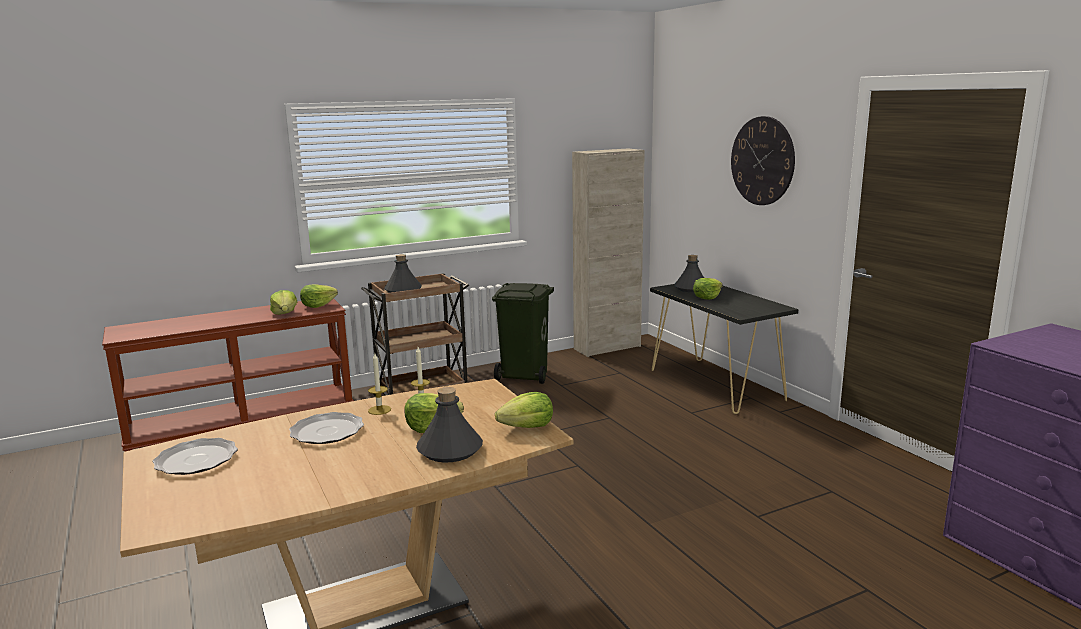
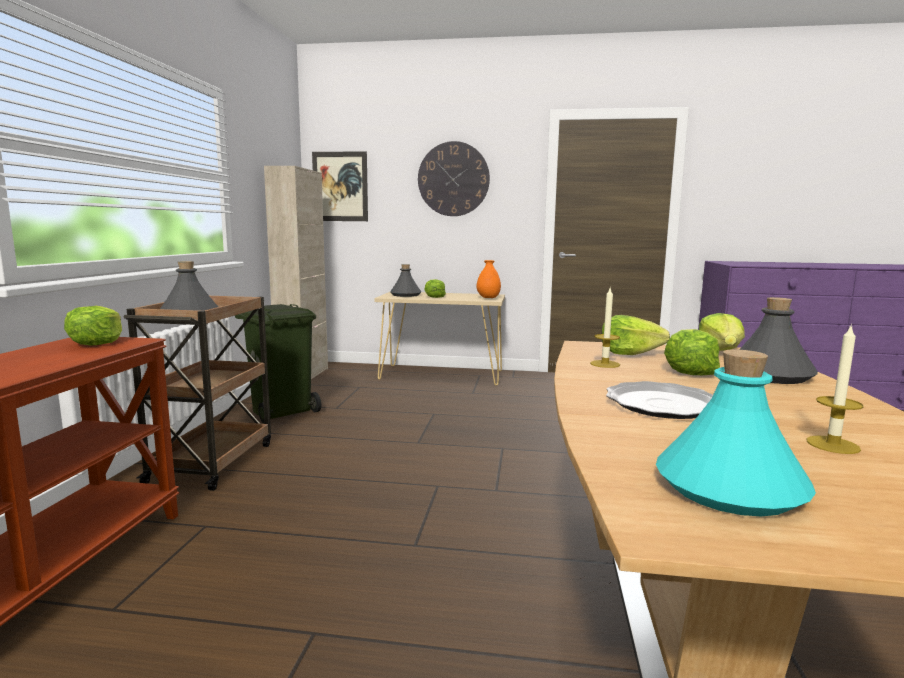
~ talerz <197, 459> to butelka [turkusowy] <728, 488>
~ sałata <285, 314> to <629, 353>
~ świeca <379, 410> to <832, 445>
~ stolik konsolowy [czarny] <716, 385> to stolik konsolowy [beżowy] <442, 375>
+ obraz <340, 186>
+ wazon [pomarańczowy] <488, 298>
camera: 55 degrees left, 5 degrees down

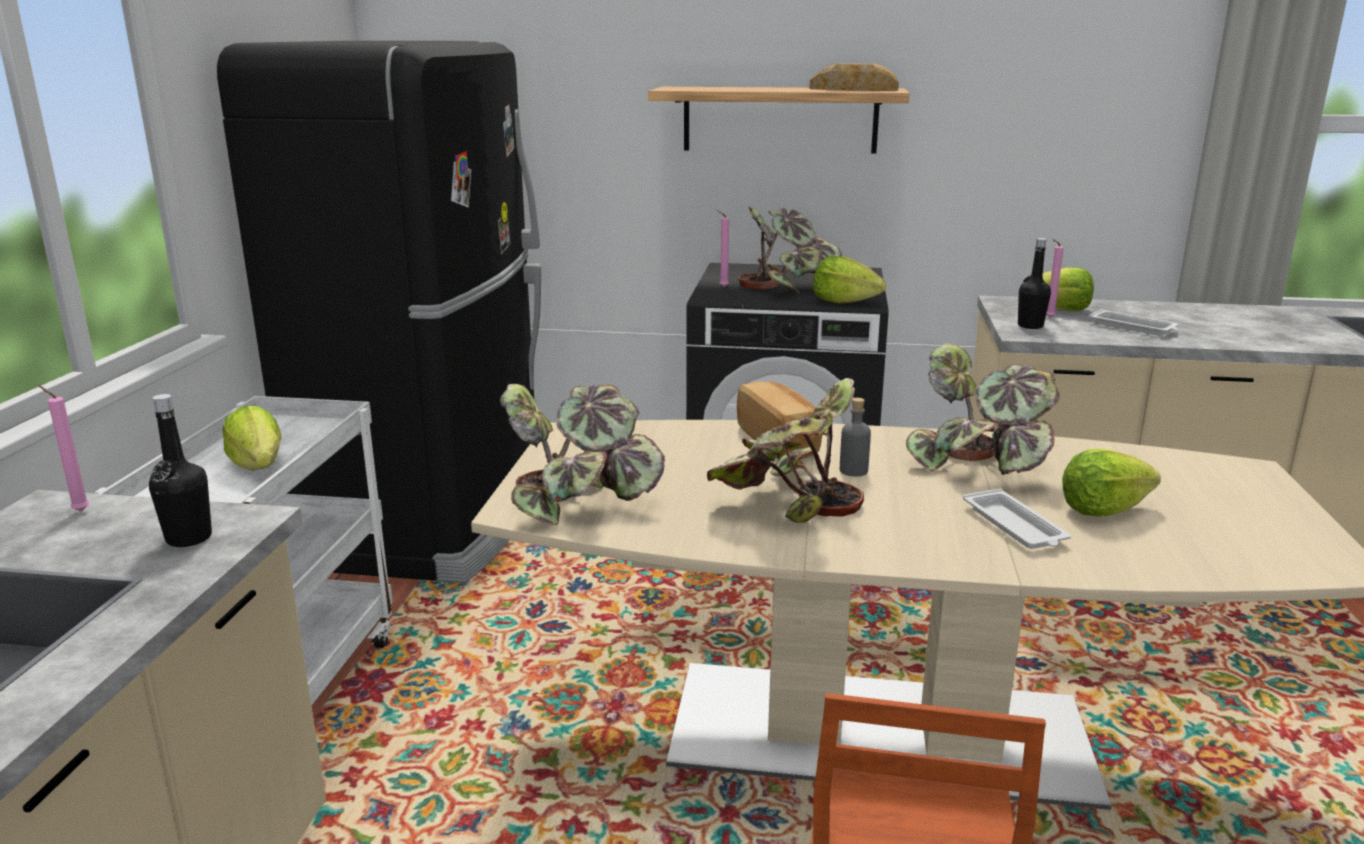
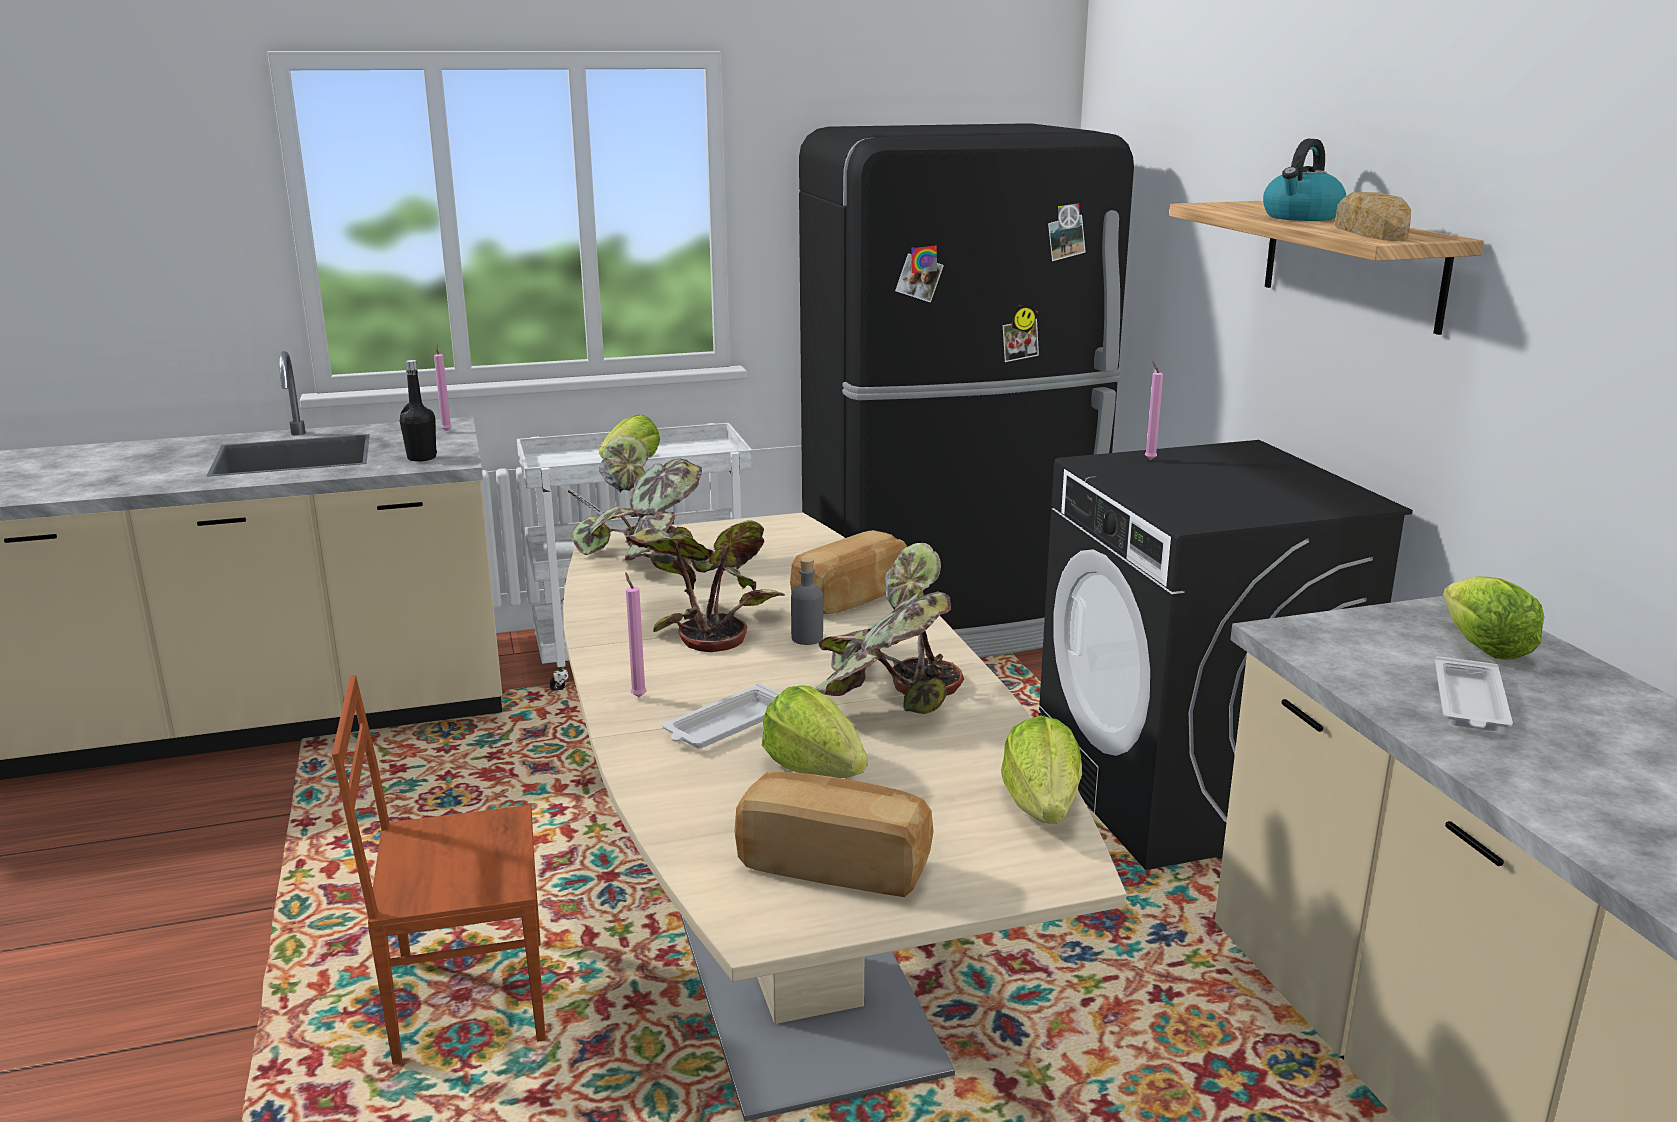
- roślina doniczkowa <788, 285>
~ sałata <844, 302> to <1042, 807>
- butelka [czarny] <1030, 326>
~ świeca [różowy] <1048, 318> to <638, 696>
+ chleb <835, 864>
+ czajnik <1301, 217>
camera: 65 degrees right, 0 degrees up

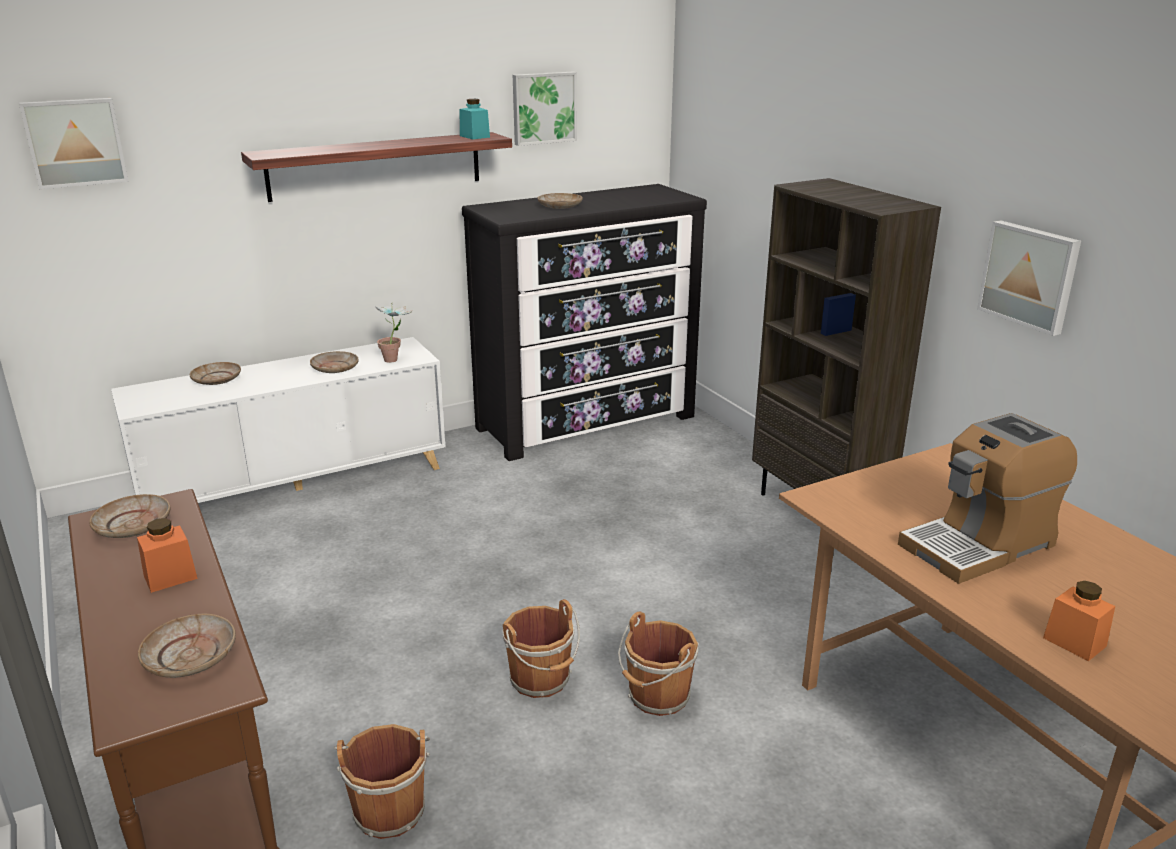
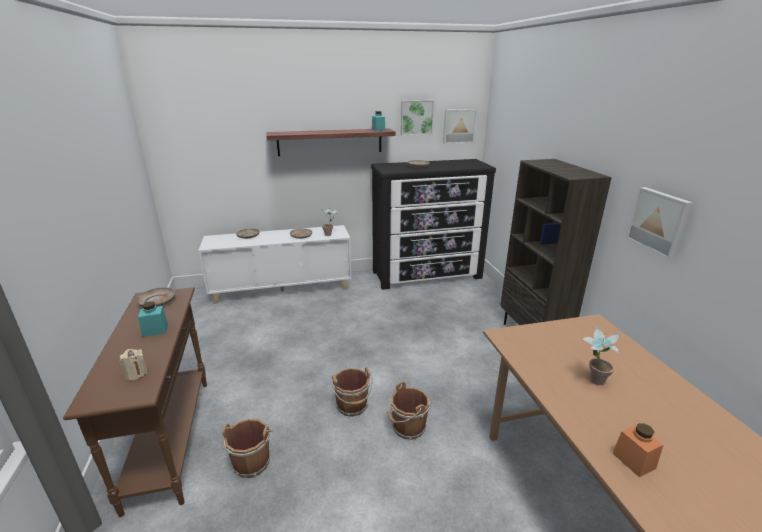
~ obraz <75, 142> to <459, 126>
~ słoik [pomarańczowy] <170, 577> to słoik [turkusowy] <155, 330>
~ talerz [beżowy] <190, 656> to świeca [beżowy] <136, 374>
~ ekspres do kawy <979, 545> to roślina doniczkowa <592, 381>
camera: 15 degrees right, 0 degrees up

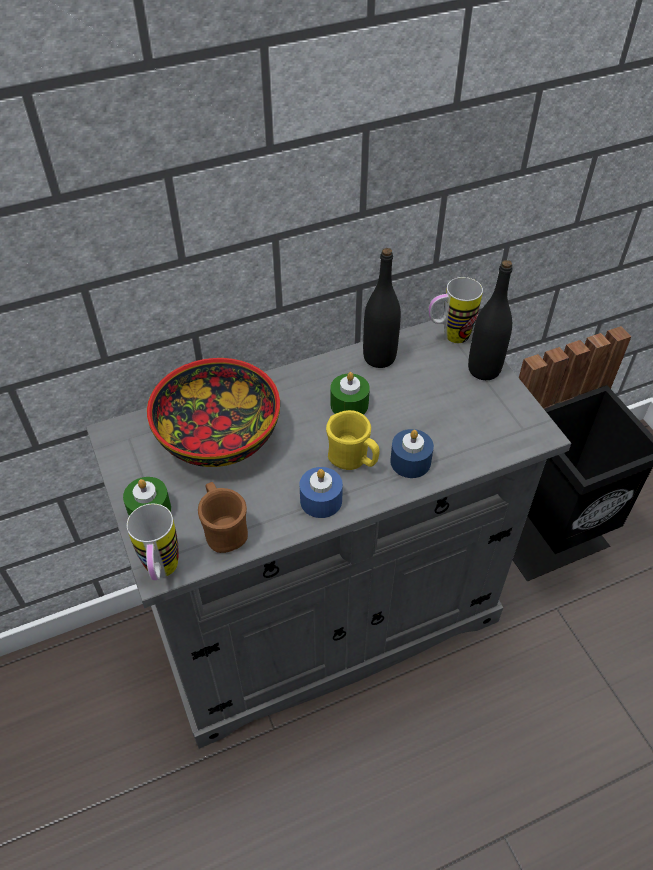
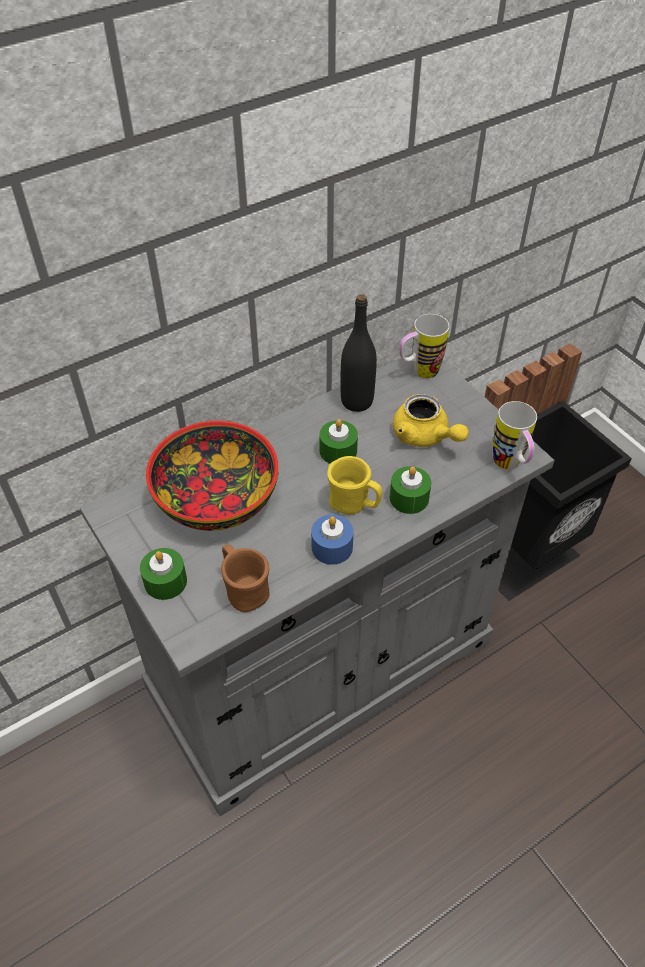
~ kubek <162, 573> to <510, 466>
~ świeca [niebieski] <410, 461> to świeca [zielony] <409, 498>
- butelka [czarny] <484, 369>
+ imbryk [żółty] <425, 436>
camera: 10 degrees left, 0 degrees up

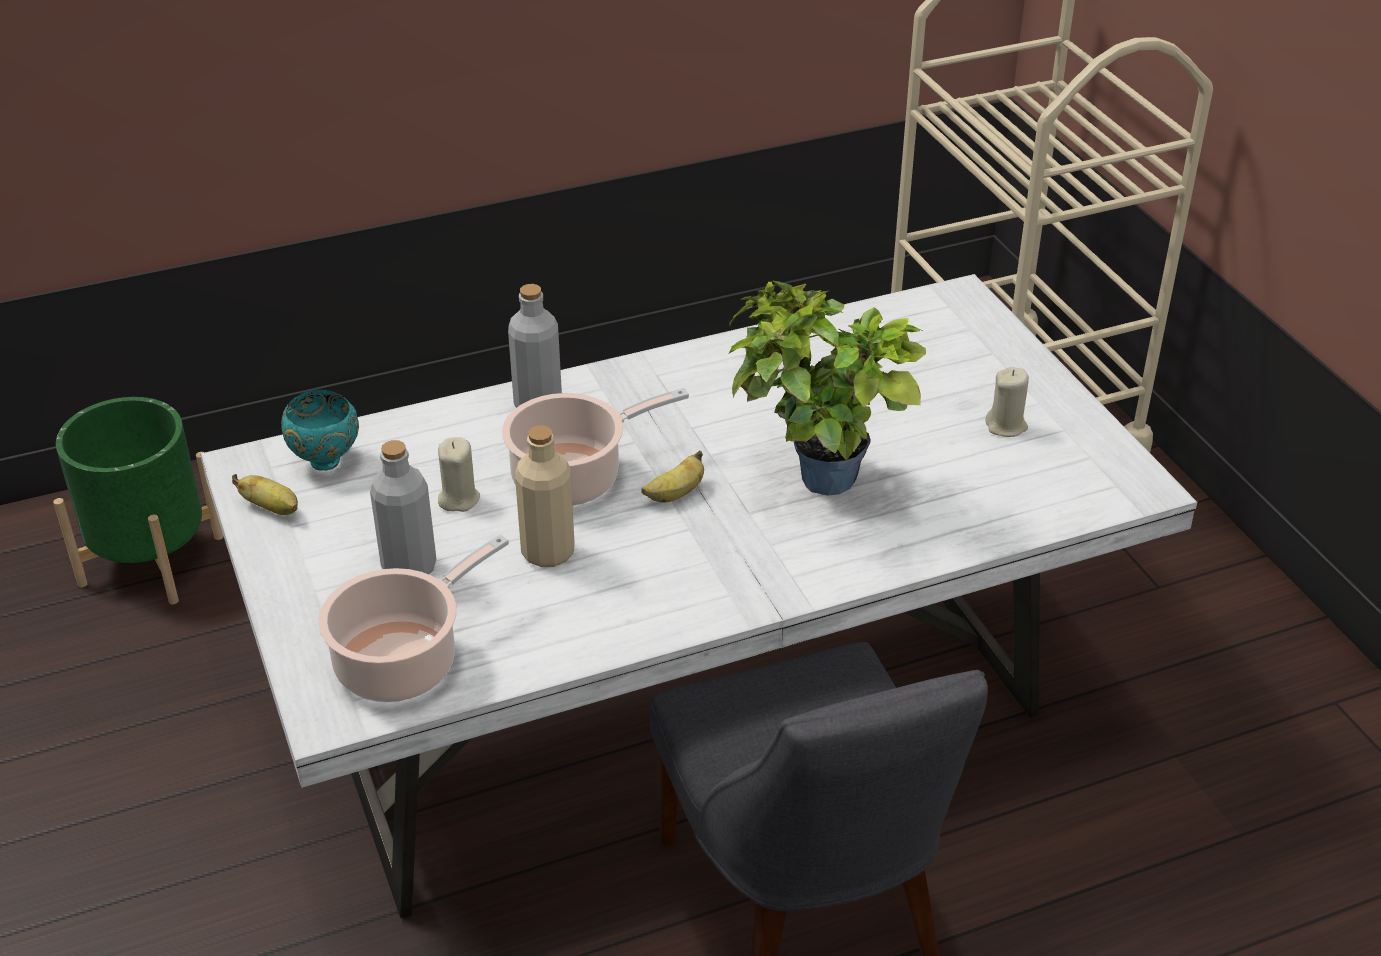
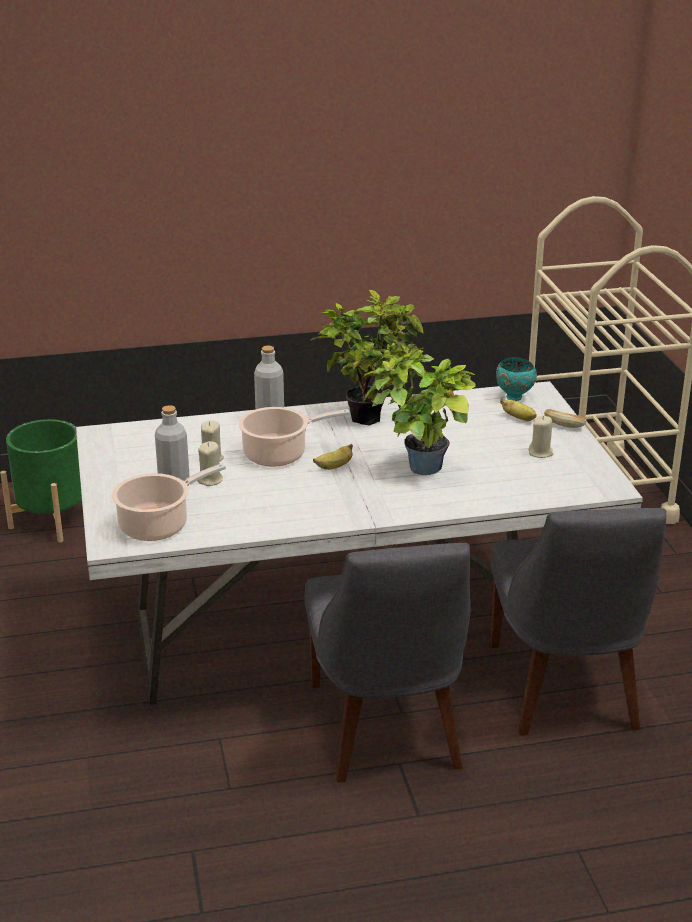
~ banan <272, 508> to <519, 418>
~ miska [turkusowy] <326, 463> to <514, 398>
- butelka [beżowy] <548, 552>
+ świeca [beżowy] <210, 480>
+ roślina doniczkowa <370, 416>
+ krzesło [szary] <565, 691>
+ chleb <564, 425>
camera: 10 degrees right, 10 degrees down

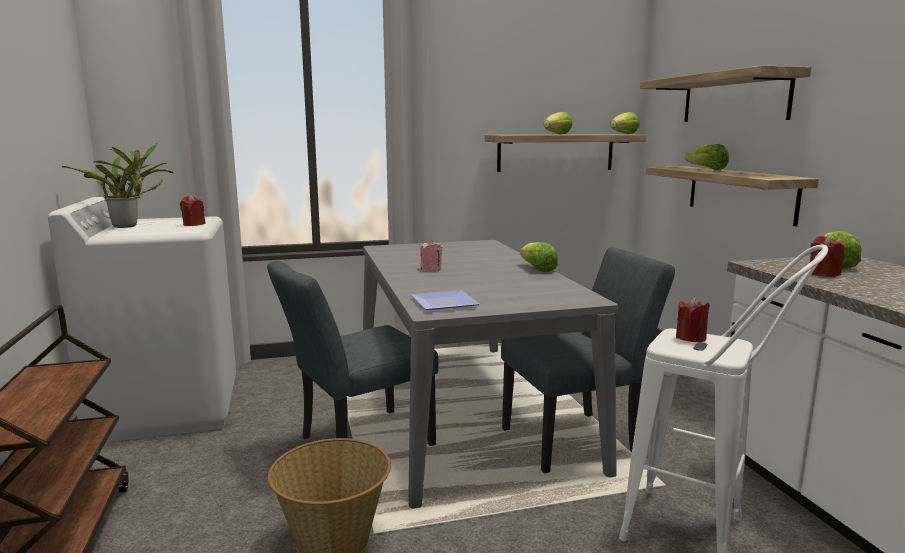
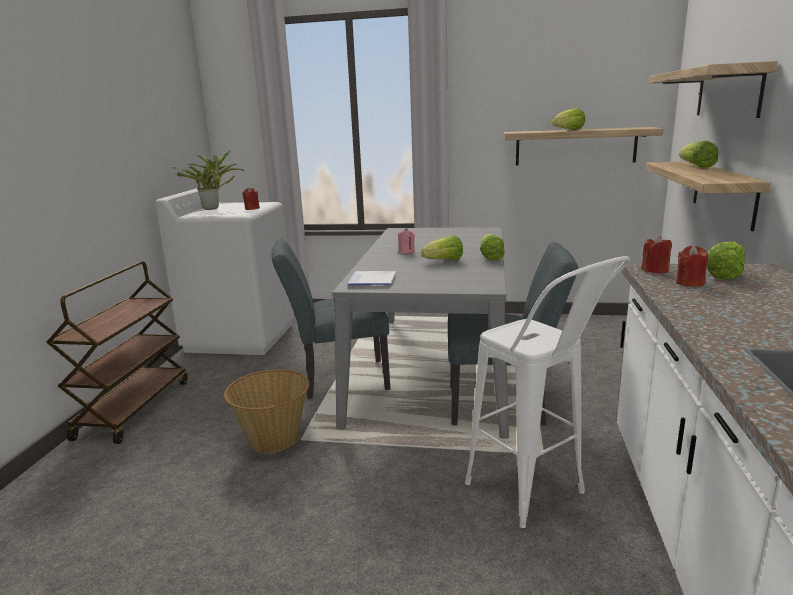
~ sałata <624, 134> to <444, 261>
~ świeca [czerwony] <690, 338> to <655, 270>
camera: 25 degrees right, 5 degrees up

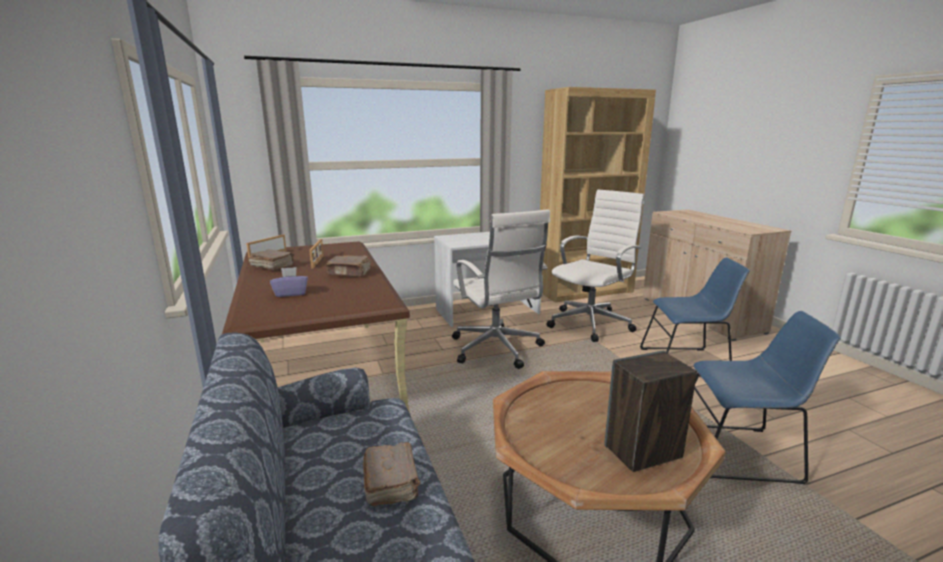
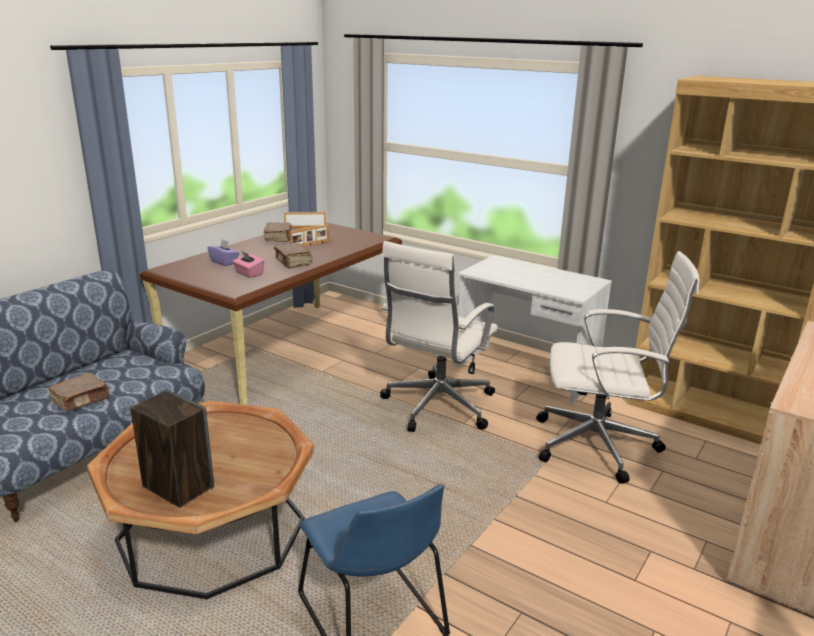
- krzesło [niebieski] <687, 362>
+ pudełko chusteczek [różowy] <249, 274>
camera: 55 degrees right, 5 degrees up

